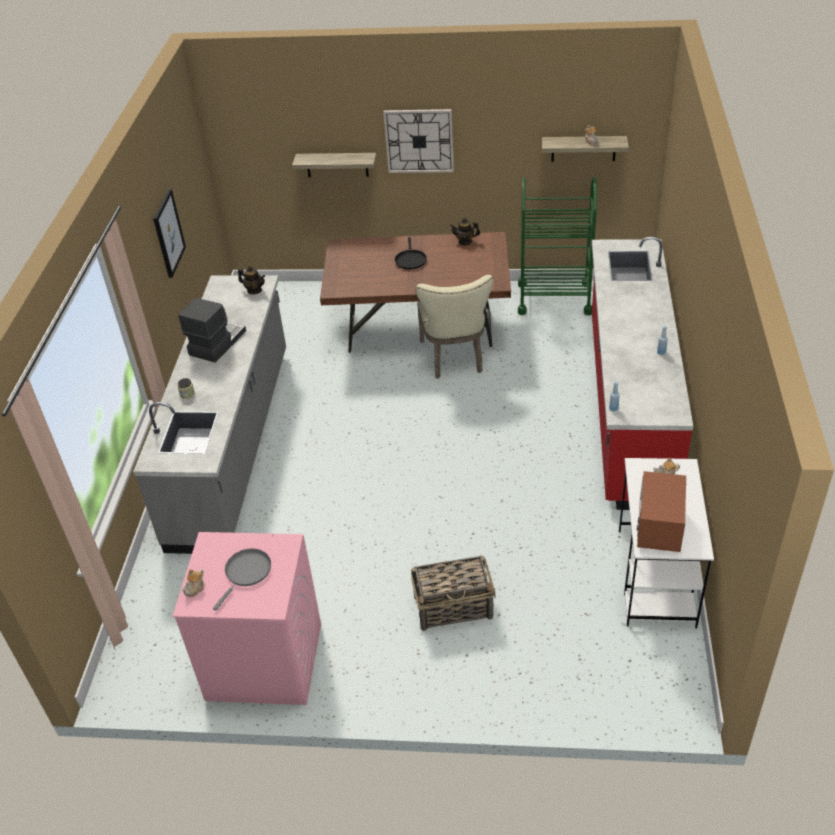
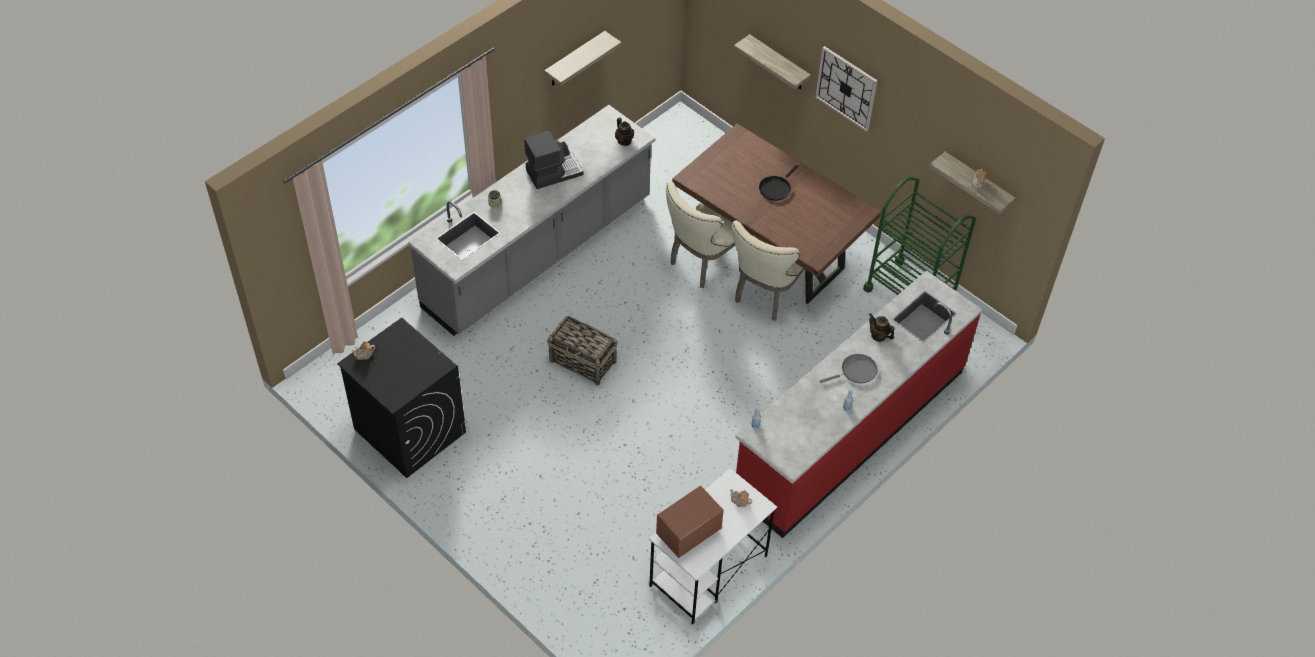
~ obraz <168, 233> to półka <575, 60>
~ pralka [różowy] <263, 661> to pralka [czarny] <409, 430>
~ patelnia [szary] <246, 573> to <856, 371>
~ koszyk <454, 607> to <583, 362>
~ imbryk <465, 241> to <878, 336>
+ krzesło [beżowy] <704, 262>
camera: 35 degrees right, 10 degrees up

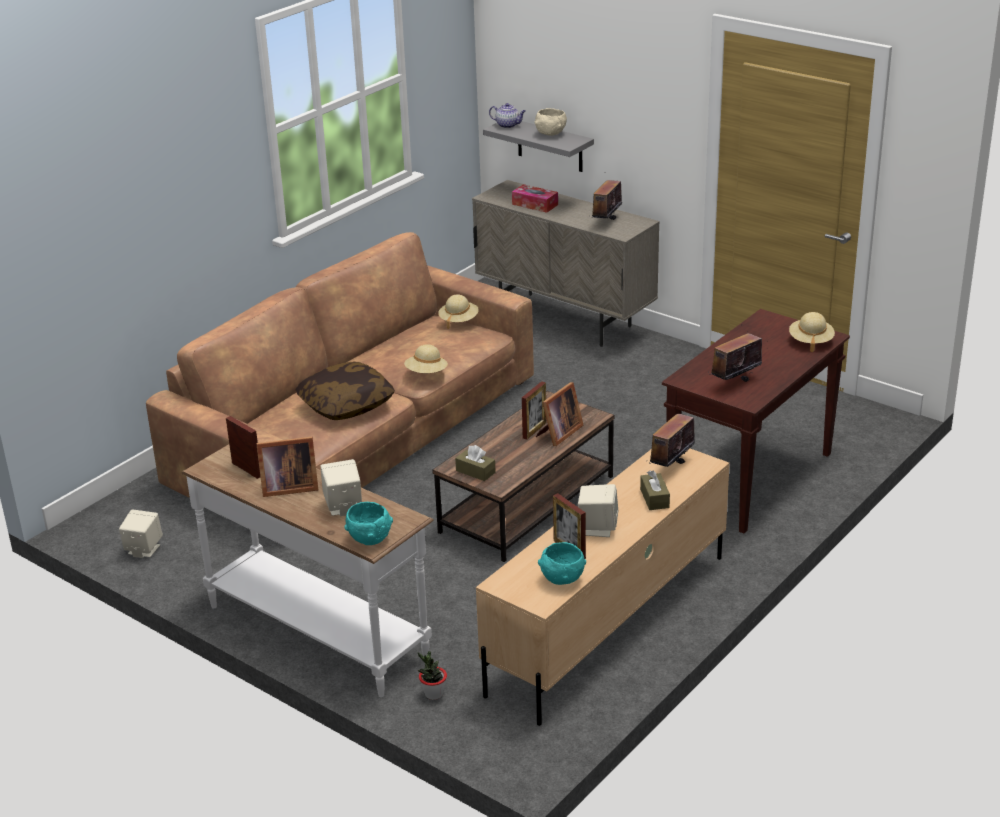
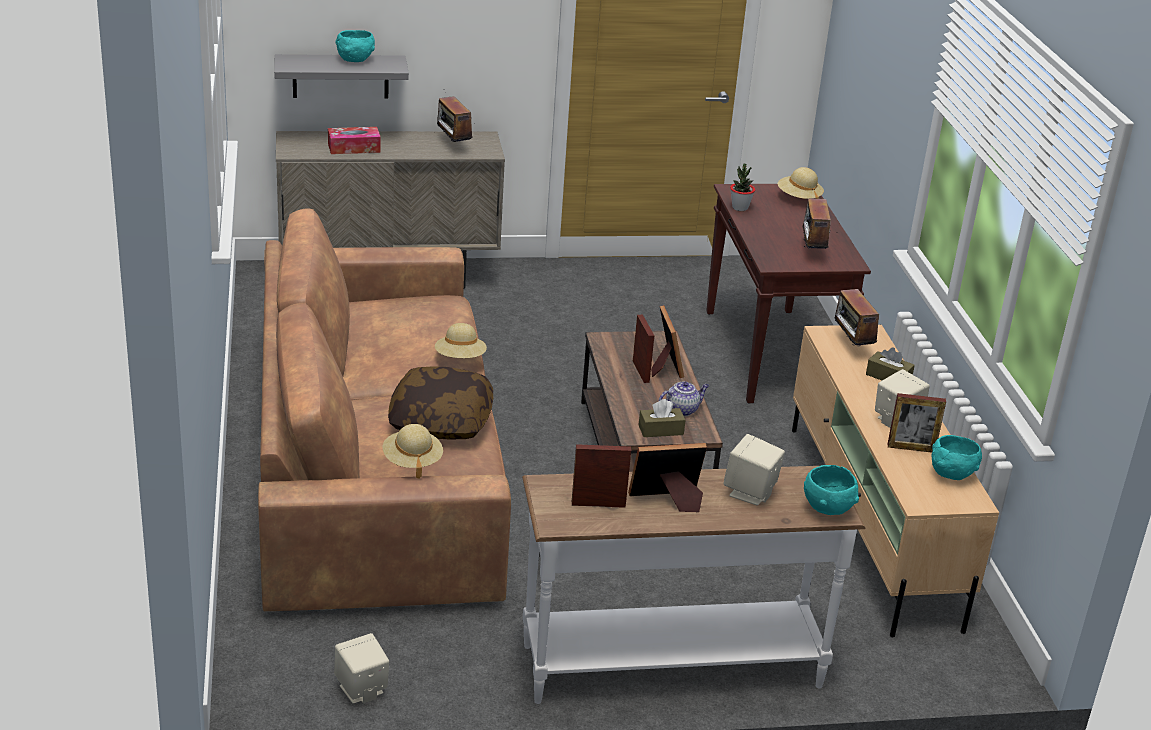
~ ramka na zdjęcie <287, 487> = <668, 501> 135 degrees counterclockwise
~ roślina doniczkowa <433, 694> to <740, 208>
~ kapelusz [beżowy] <458, 320> to <412, 461>
~ imbryk <508, 125> to <682, 410>
~ miska [beżowy] <550, 134> to miska [turkusowy] <355, 60>
camera: 50 degrees left, 0 degrees up

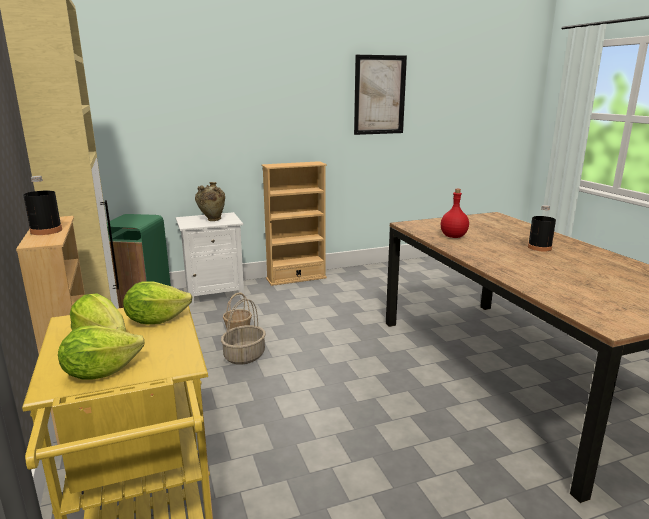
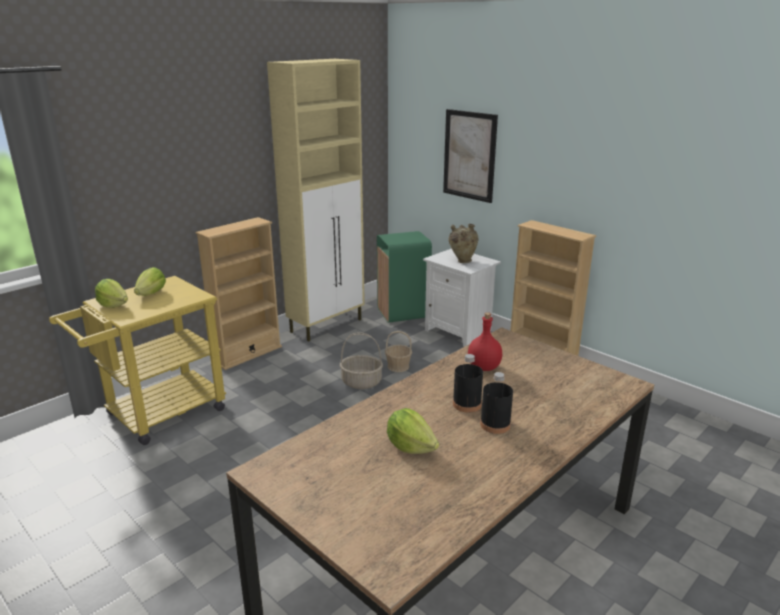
~ butelka [czarny] <46, 231> to <467, 404>
~ sałata <156, 320> to <410, 446>
~ obraz <379, 95> to <469, 155>
camera: 65 degrees right, 5 degrees up

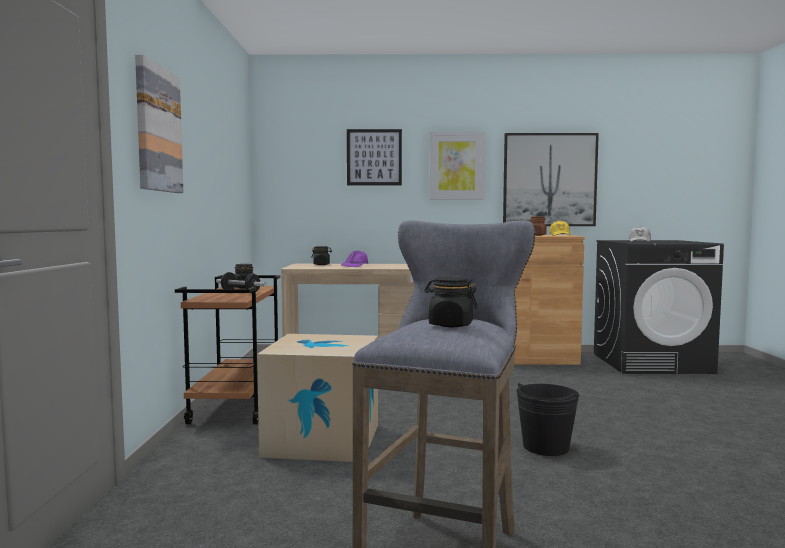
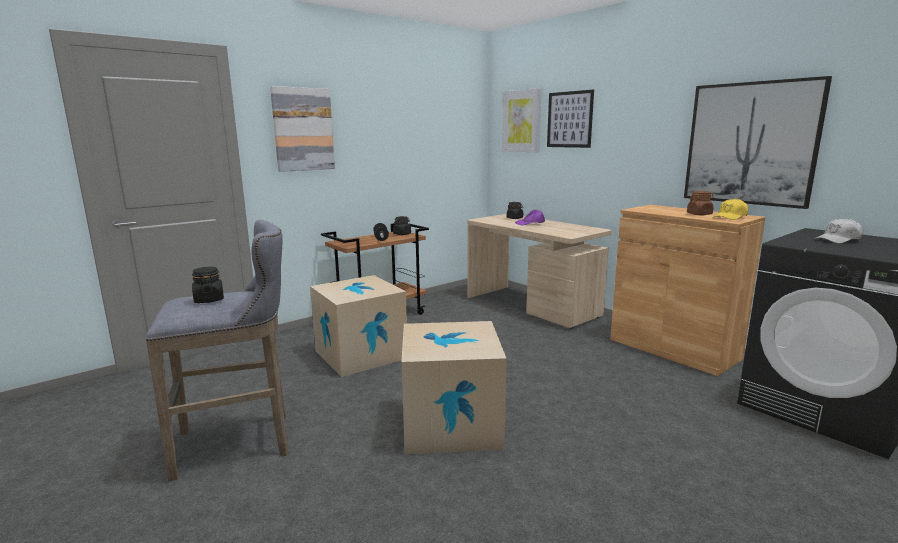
~ obraz <456, 166> to <521, 121>
~ wiadro [czarny] <545, 447> to karton <451, 424>
camera: 50 degrees right, 10 degrees up

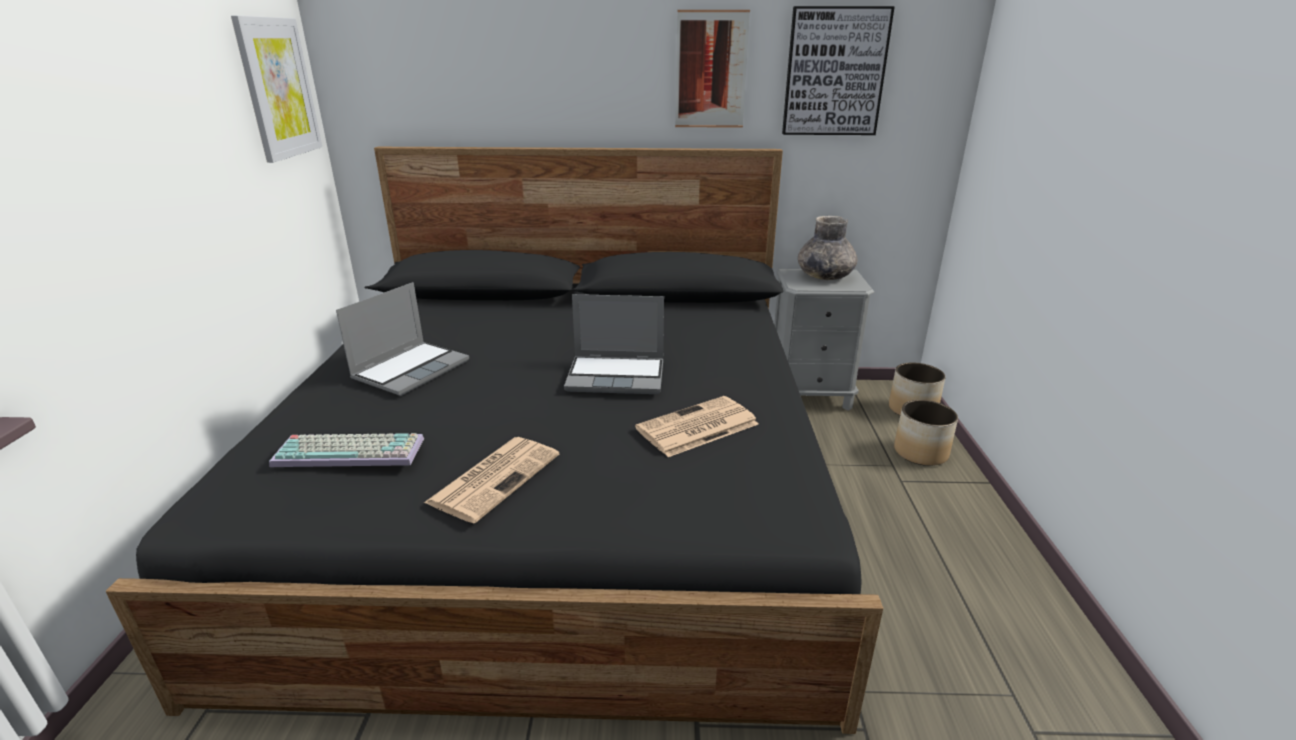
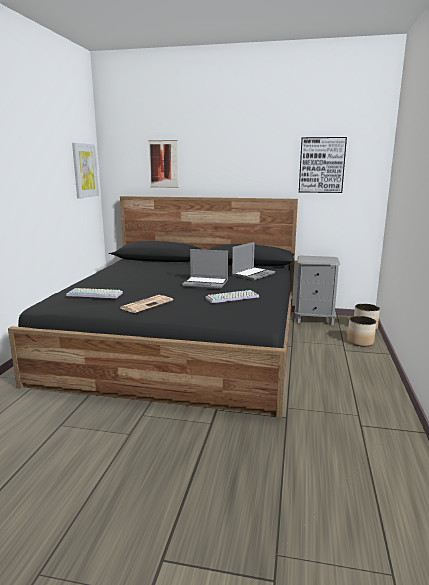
~ laptop <411, 369> to <253, 274>
~ gazeta <696, 427> to klawiatura <232, 298>
~ obraz <711, 70> to <163, 164>
- wazon [szary] <824, 276>
camera: 10 degrees right, 10 degrees down

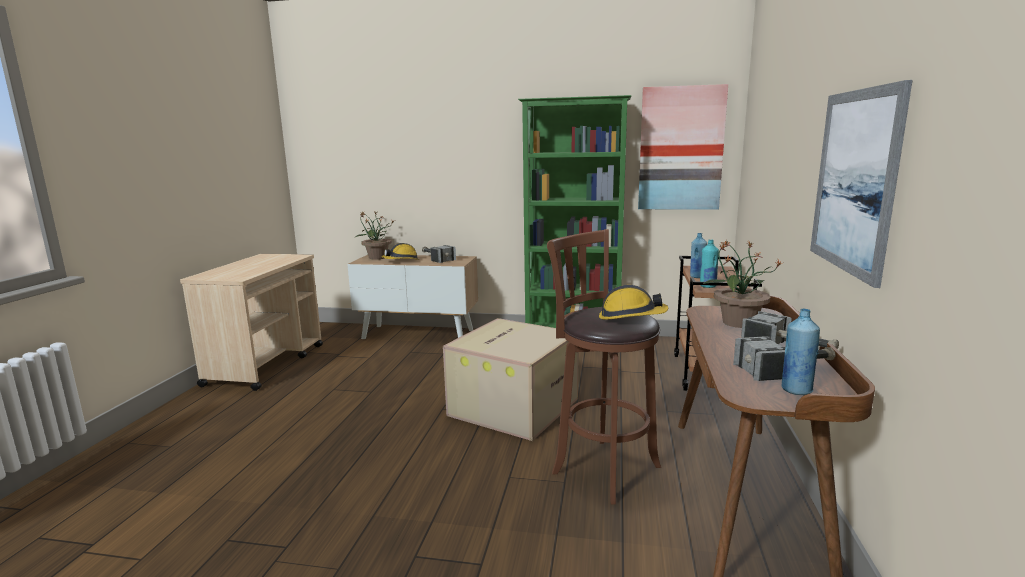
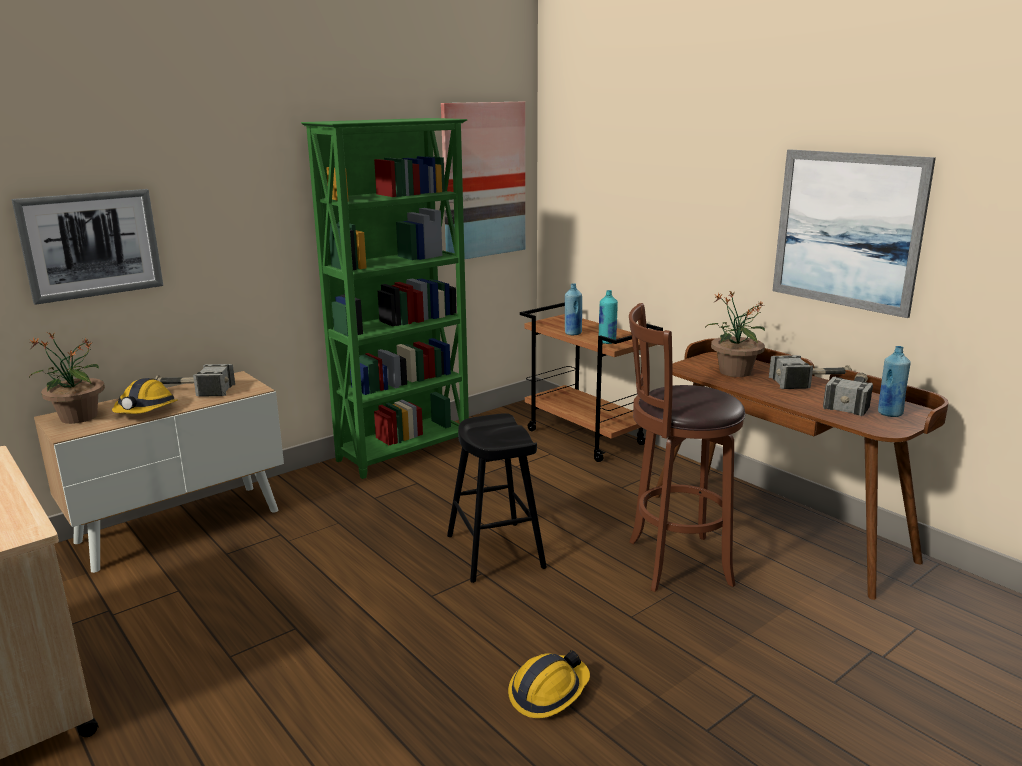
~ karton <513, 406> to stołek [czarny] <495, 551>
~ kask <631, 317> to <548, 692>
+ obraz <91, 244>
camera: 50 degrees left, 5 degrees up

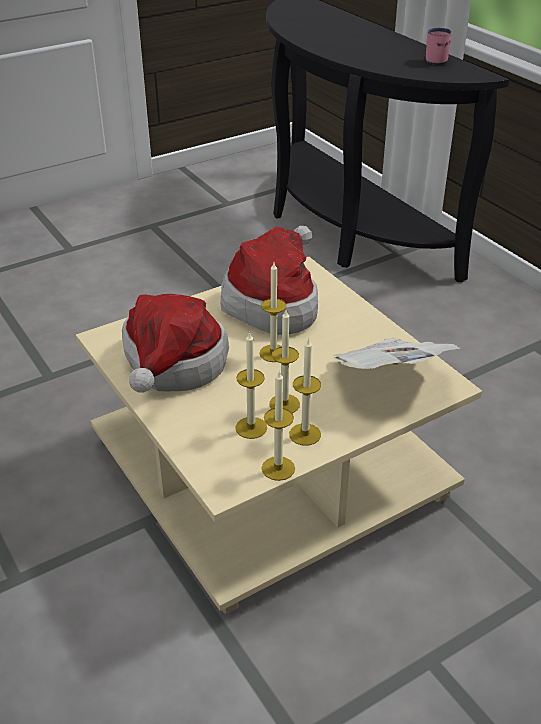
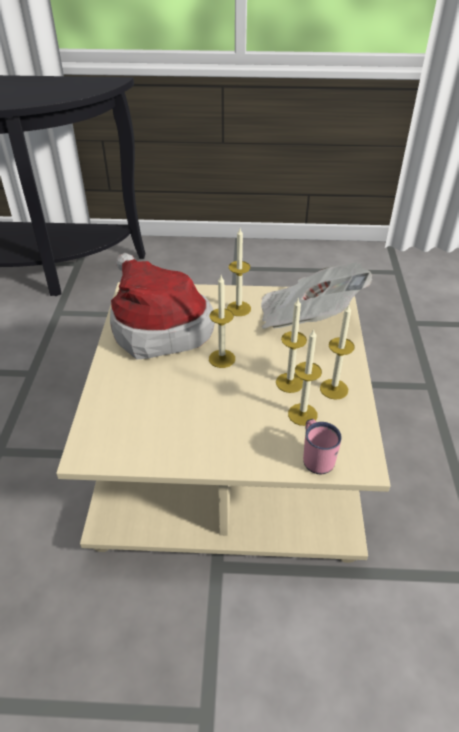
- kapelusz <172, 366>
~ świeca <278, 468> to <238, 308>
~ kubek [różowy] <438, 60> to <316, 457>
camera: 55 degrees left, 5 degrees up

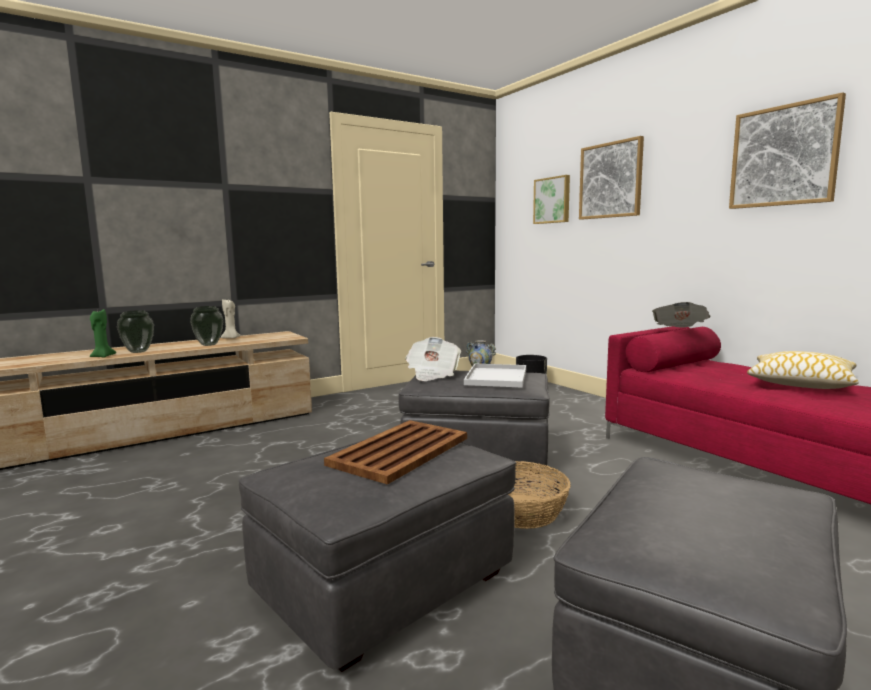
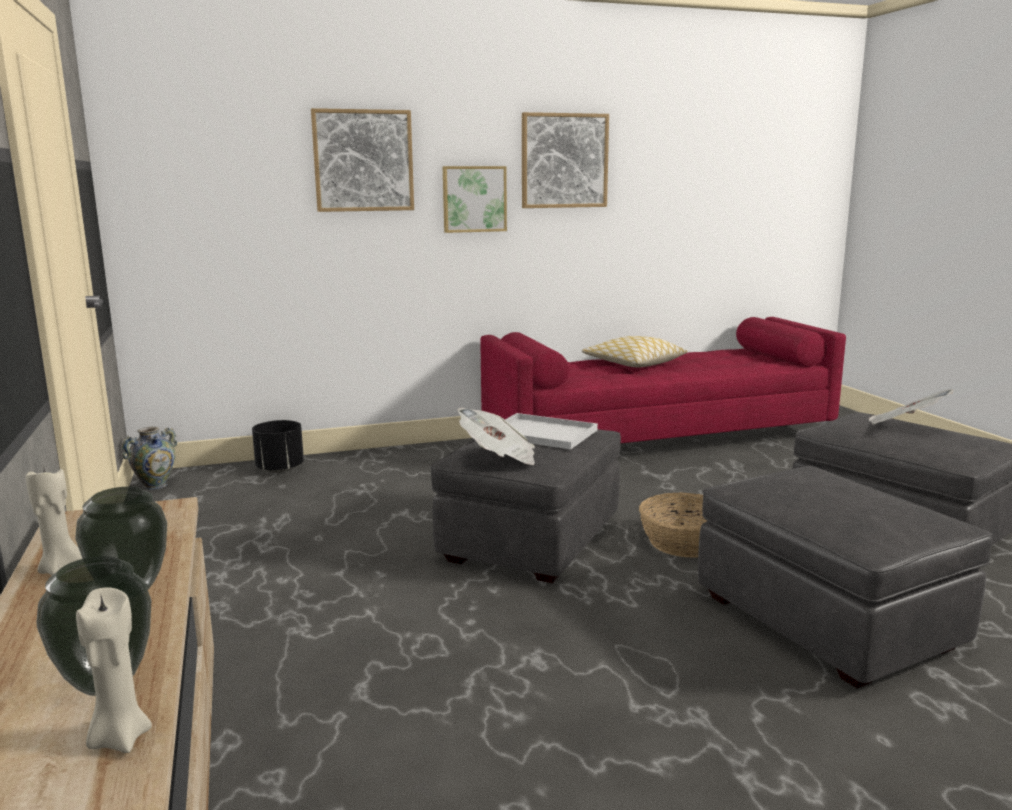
~ świeca [zielony] <102, 356> to świeca [beżowy] <119, 738>
- taca [brązowy] <398, 451>
~ obraz <552, 200> to <474, 199>
~ gazeta <679, 331> to <904, 427>
camera: 75 degrees left, 5 degrees up

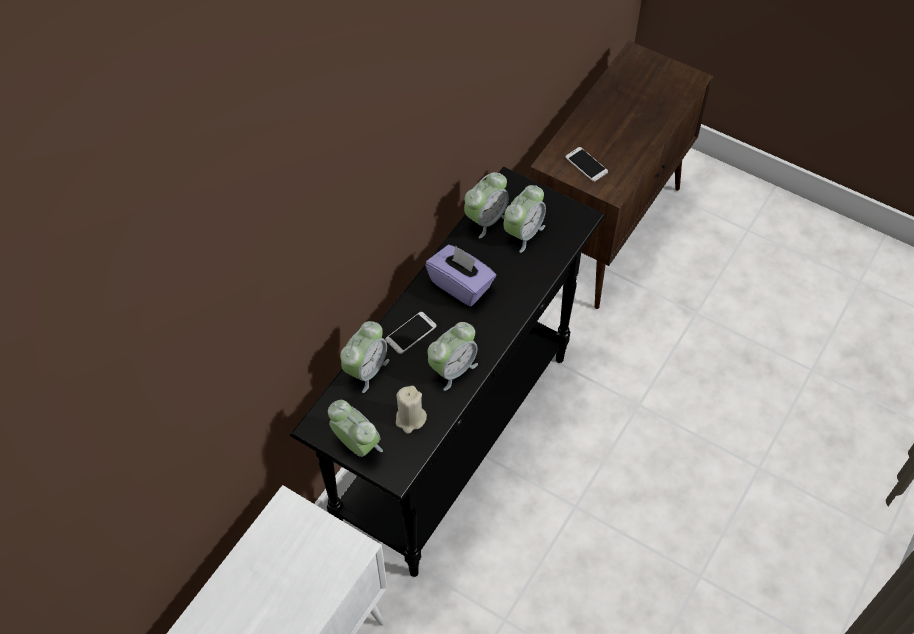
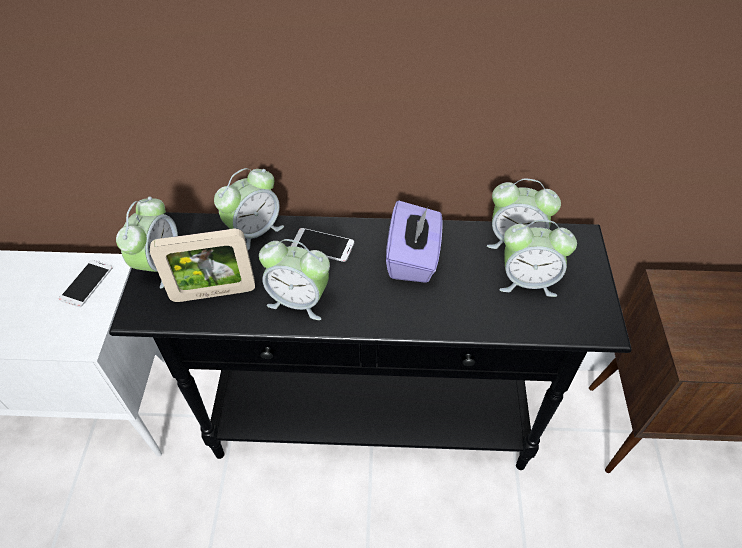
~ budzik <366, 370> = <254, 231> 45 degrees counterclockwise
~ świeca [beżowy] <410, 419> to ramka na zdjęcie <213, 293>
~ telefon <586, 164> to <86, 283>
camera: 60 degrees right, 5 degrees down

